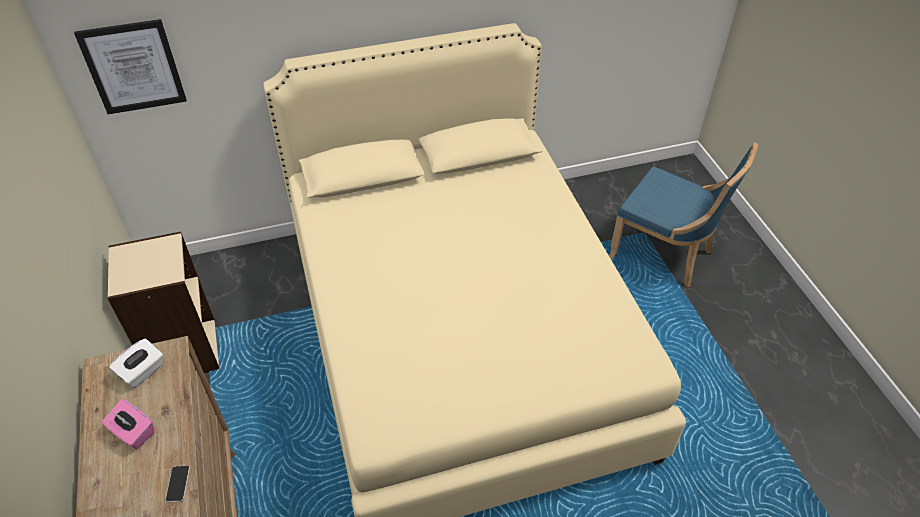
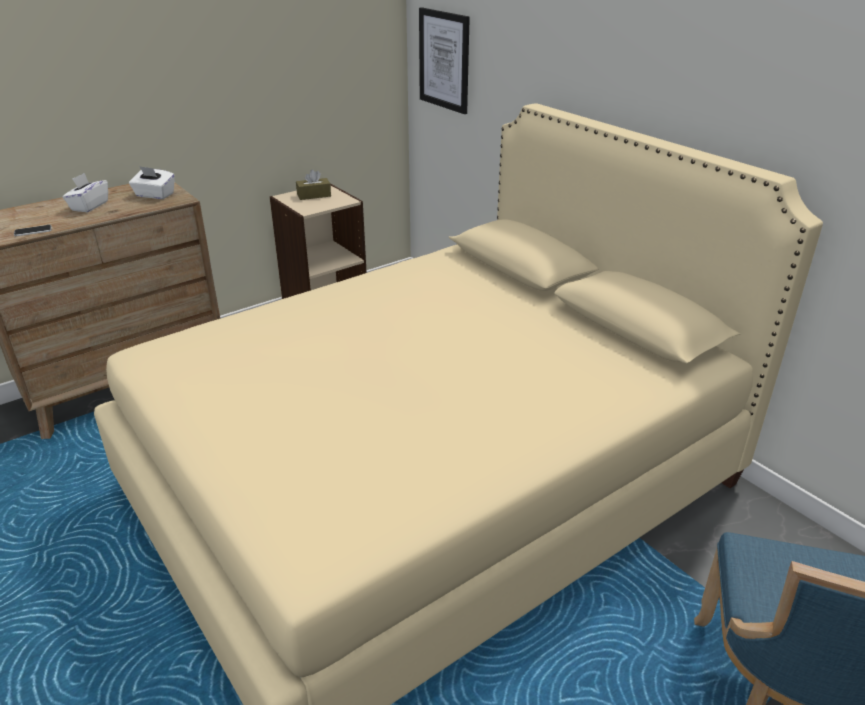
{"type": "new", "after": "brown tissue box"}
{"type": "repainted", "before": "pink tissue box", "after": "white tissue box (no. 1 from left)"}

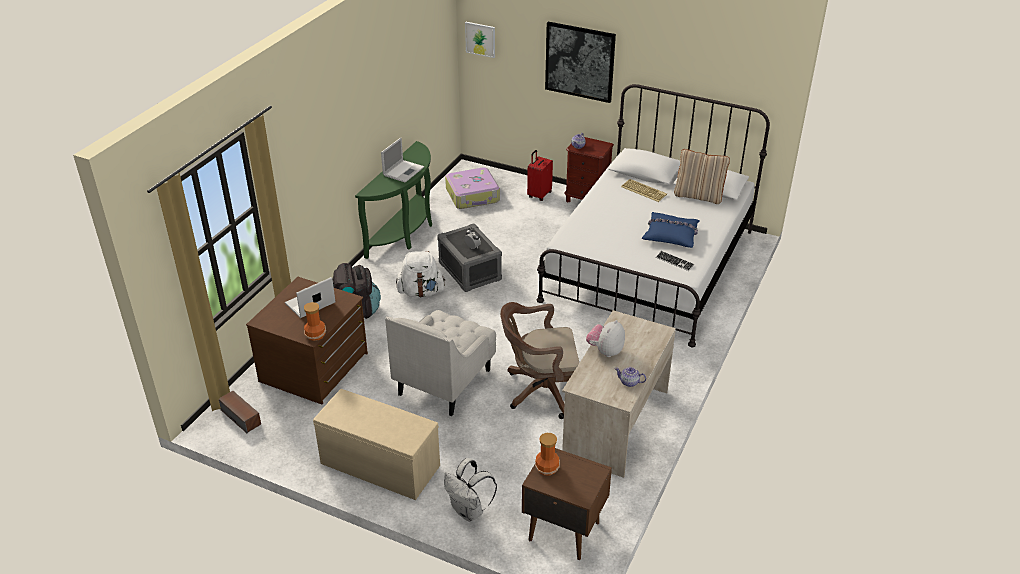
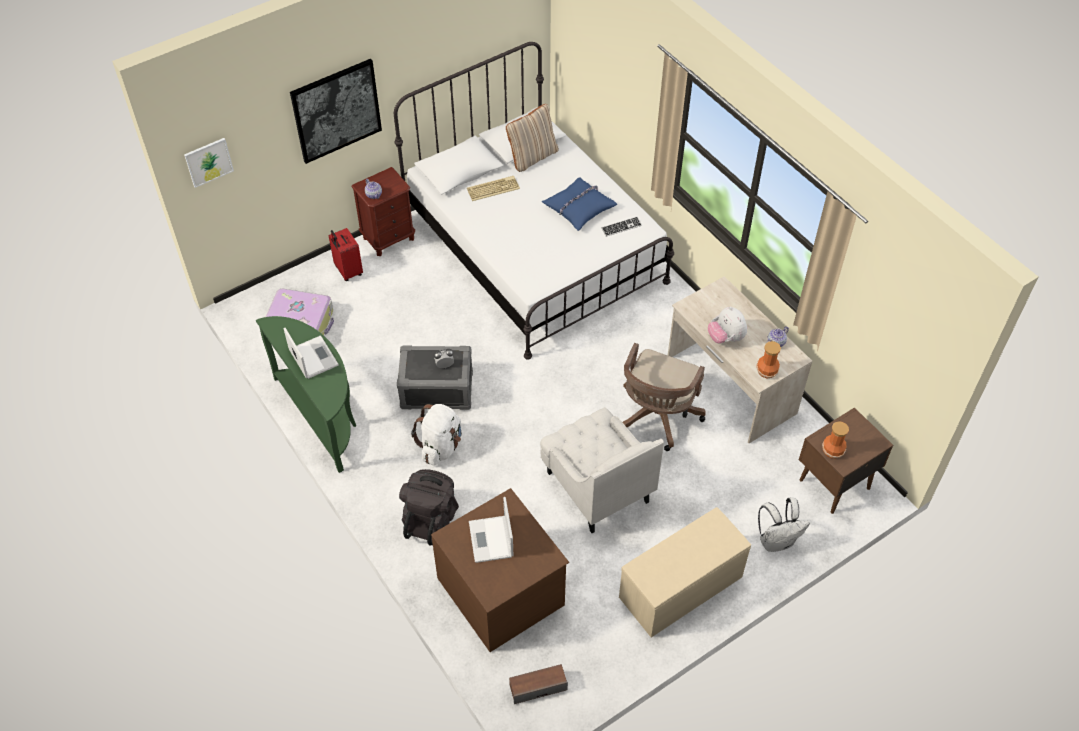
{"type": "shifted", "before": "vase (no. 1 from left)"}

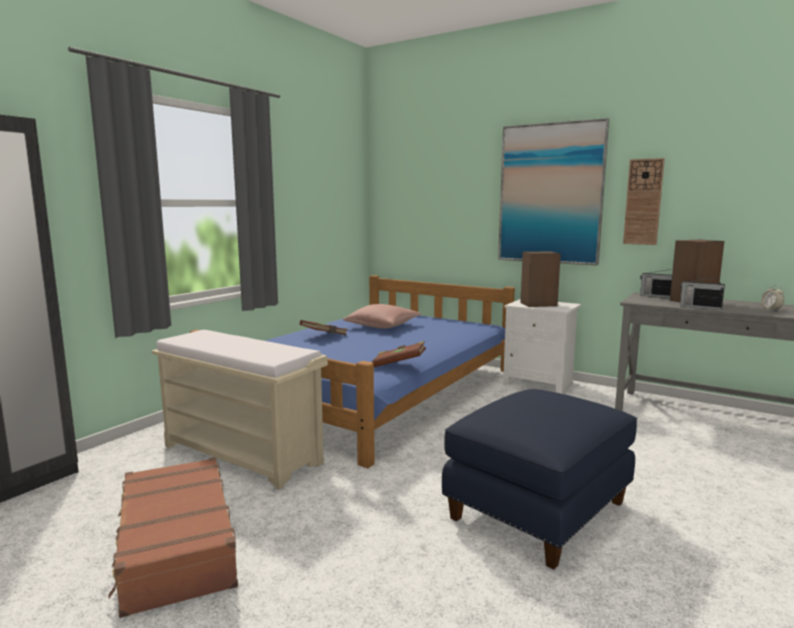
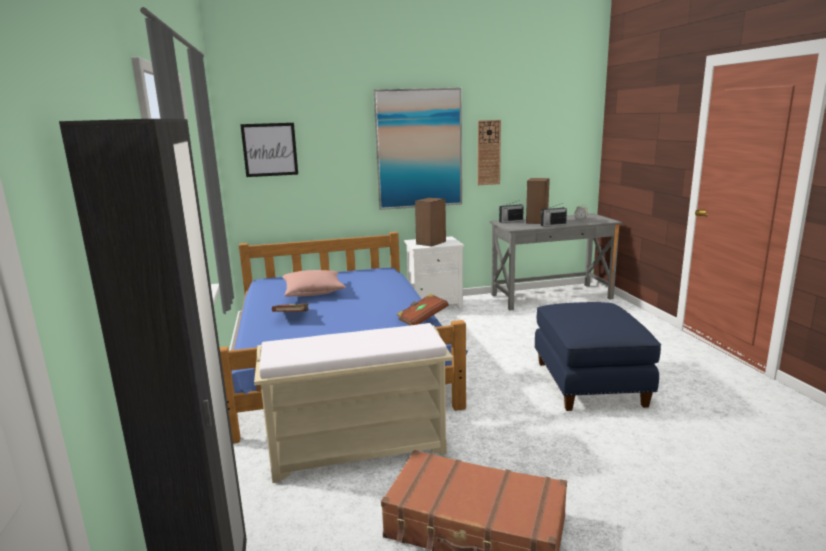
{"type": "new", "after": "picture (no. 1 from left)"}

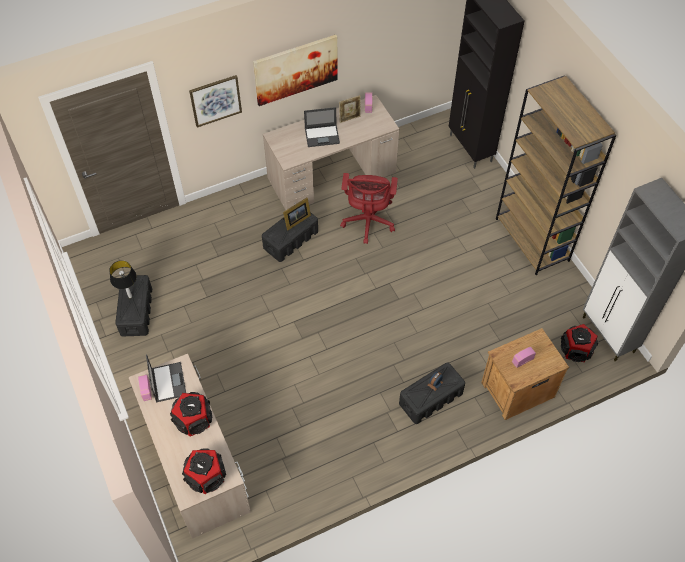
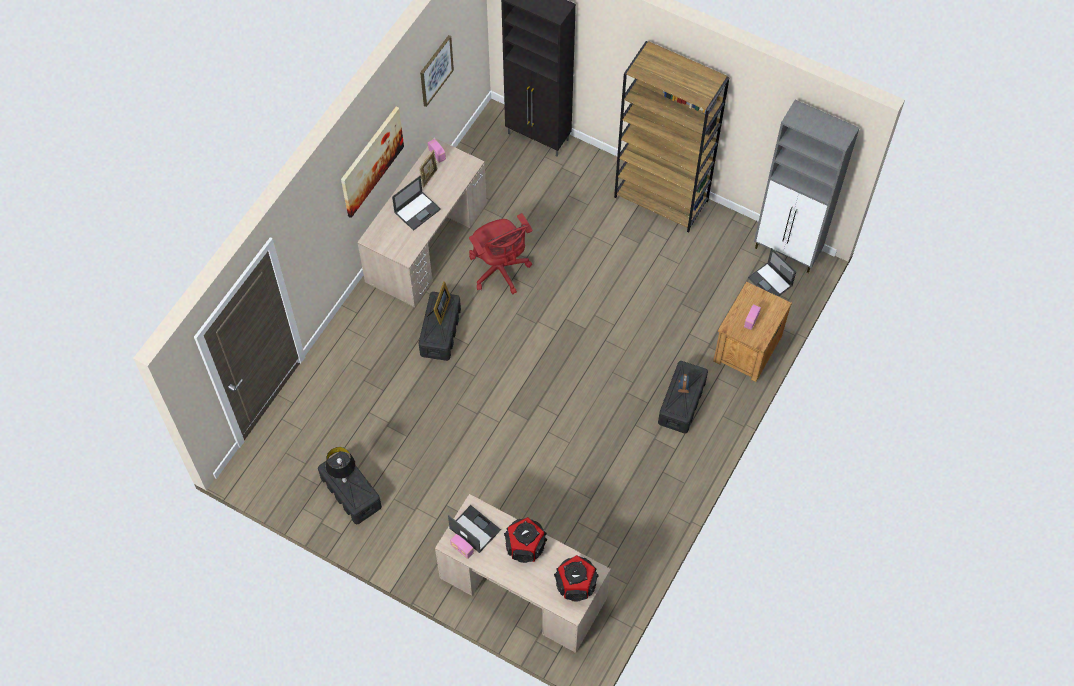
{"type": "shifted", "before": "picture (no. 1 from left in the first image)", "after": "picture (no. 2 from left)"}
{"type": "swapped", "before": "speaker (no. 3 from left)", "after": "laptop (no. 3 from left)"}

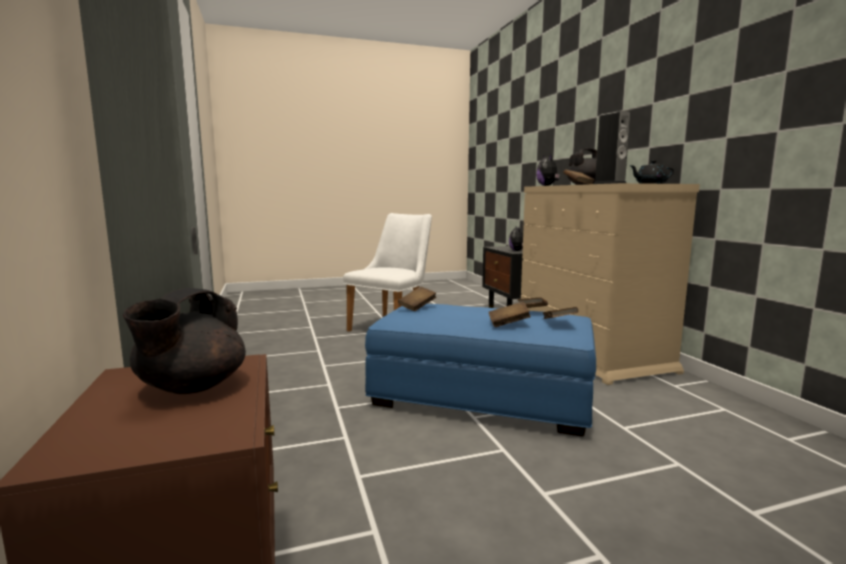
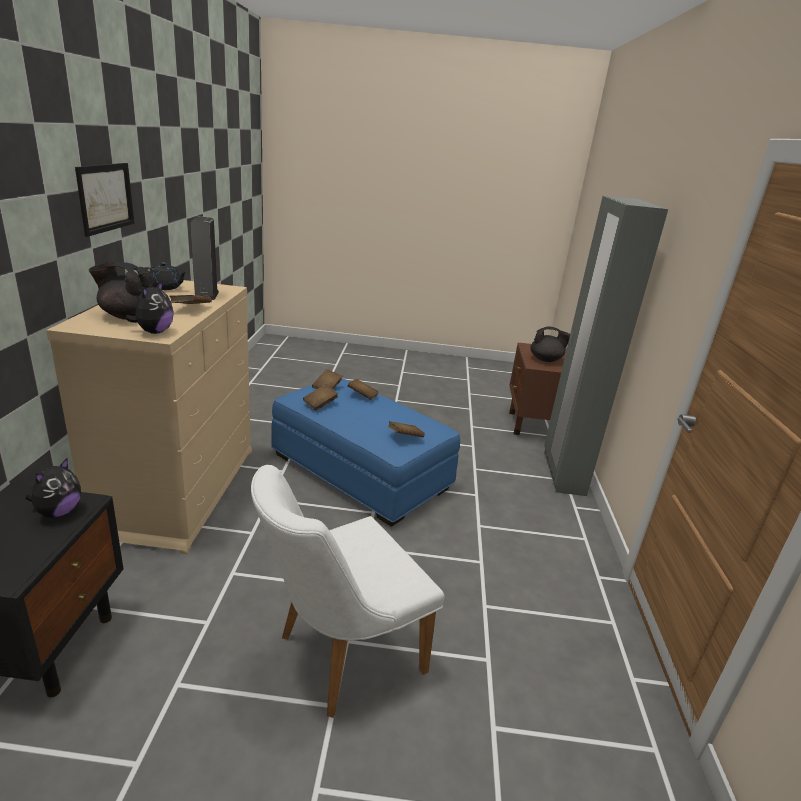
{"type": "new", "after": "picture"}
{"type": "rotated", "before": "black teapot (no. 1 from left in the first image)", "turn": 60}

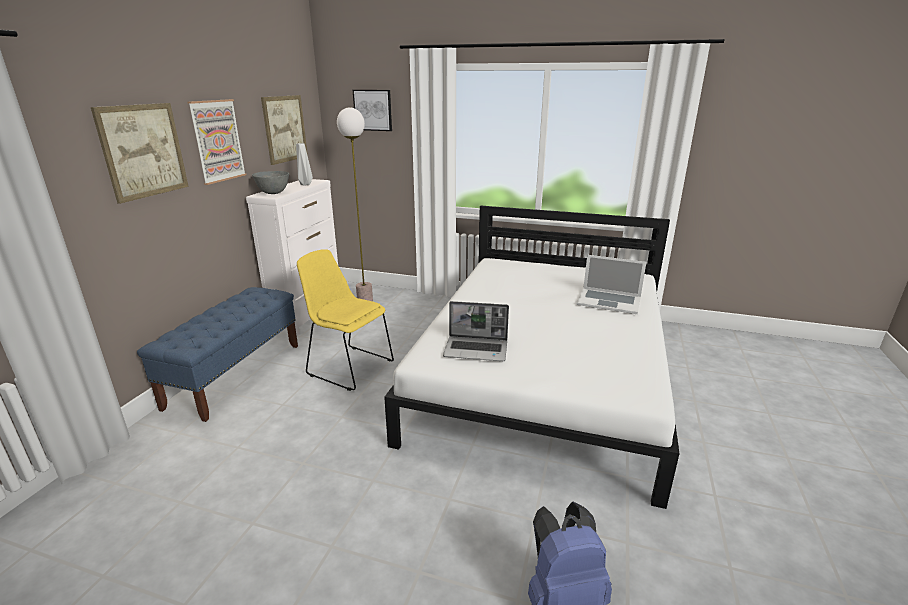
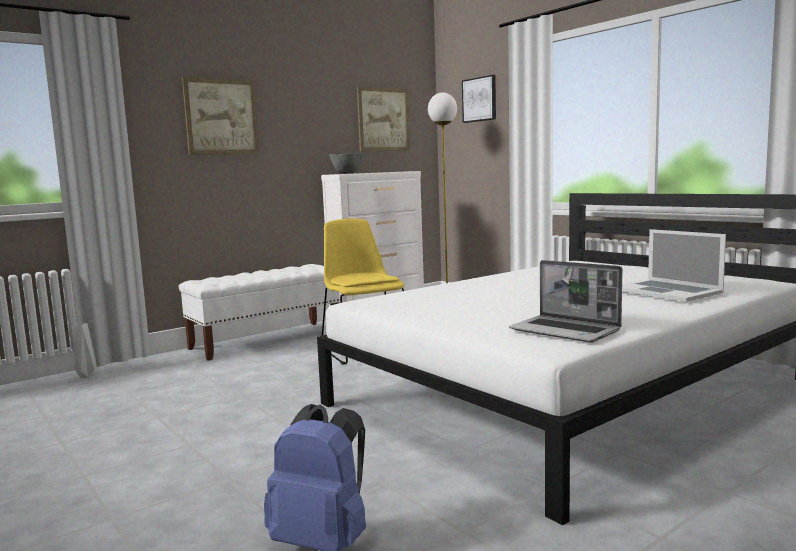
{"type": "gone", "before": "picture (no. 2 from left)"}
{"type": "shifted", "before": "grey vase"}
{"type": "shifted", "before": "laptop (no. 1 from left)"}
{"type": "repainted", "before": "blue bench", "after": "white bench"}

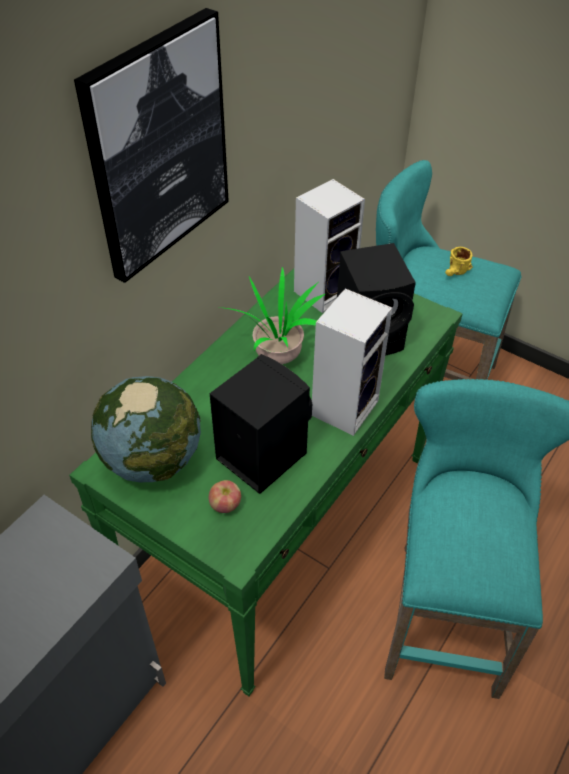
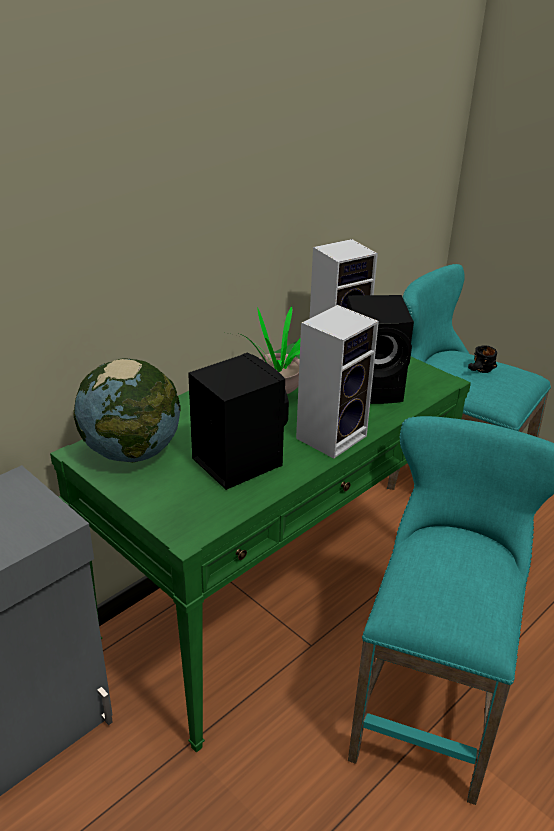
{"type": "gone", "before": "picture"}
{"type": "gone", "before": "apple"}
{"type": "repainted", "before": "yellow mug", "after": "black mug"}

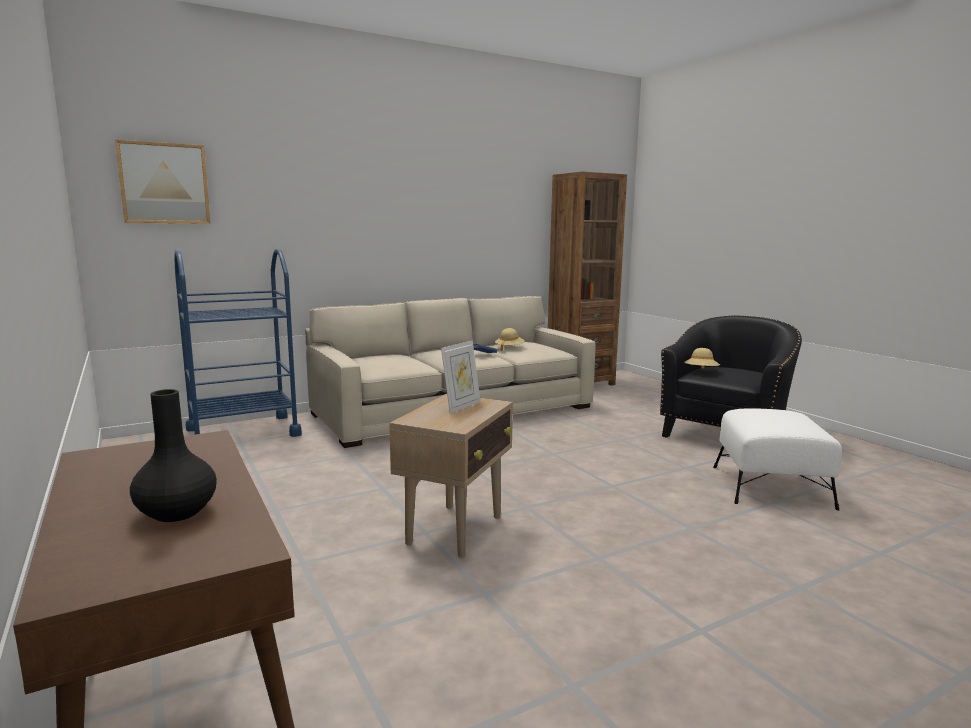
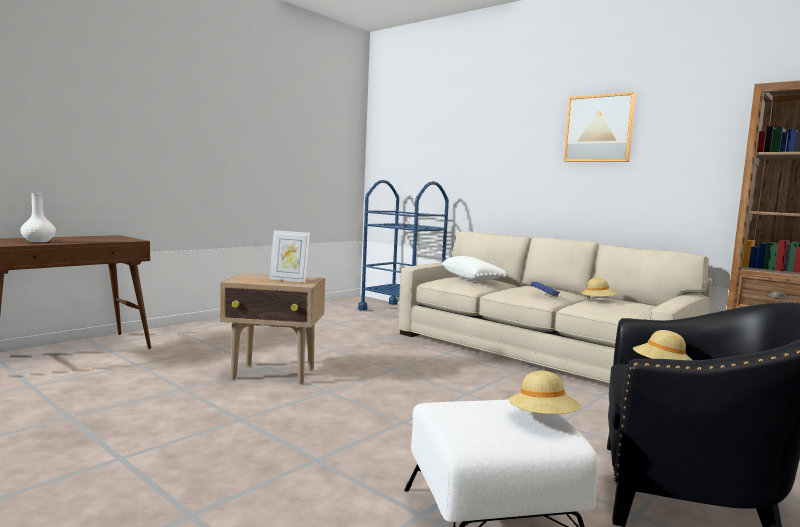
{"type": "new", "after": "white pillow"}
{"type": "new", "after": "beige hat (no. 1 from left)"}
{"type": "shifted", "before": "picture"}
{"type": "repainted", "before": "black vase", "after": "white vase"}

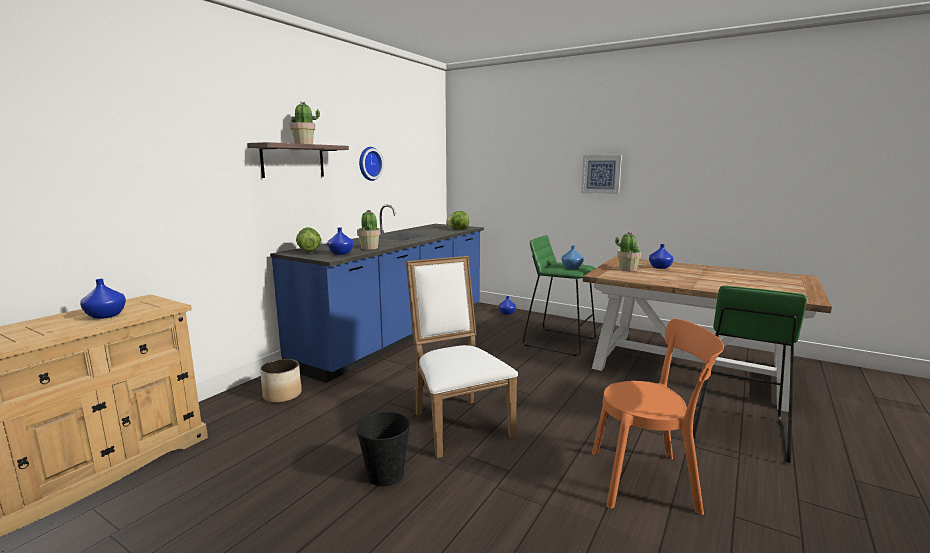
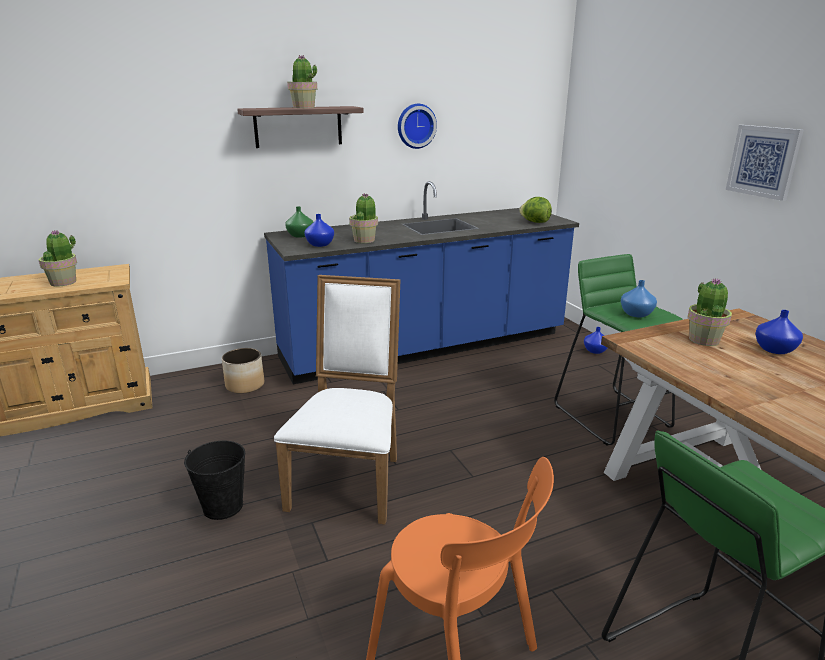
{"type": "swapped", "before": "blue vase (no. 1 from left)", "after": "potted plant (no. 1 from left)"}
{"type": "swapped", "before": "lettuce (no. 1 from left)", "after": "green vase"}

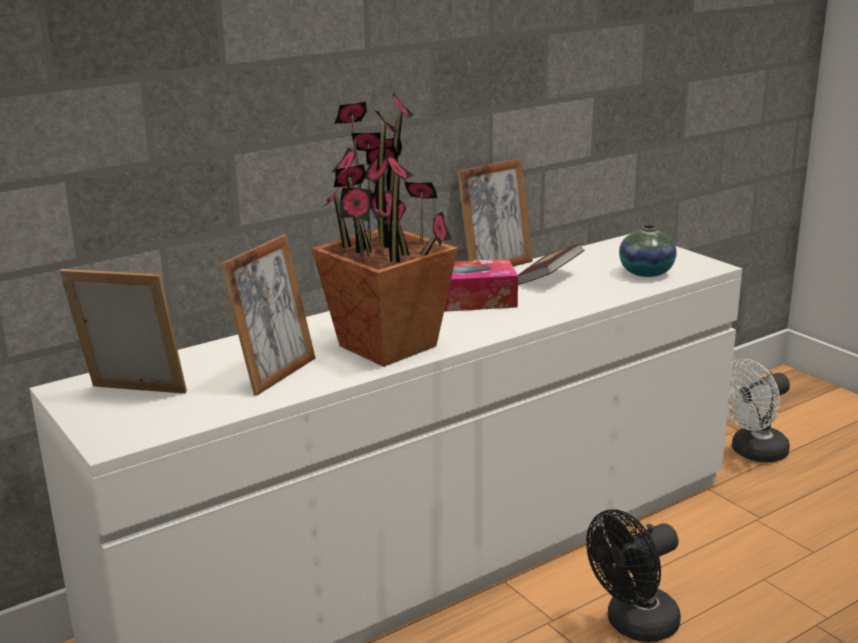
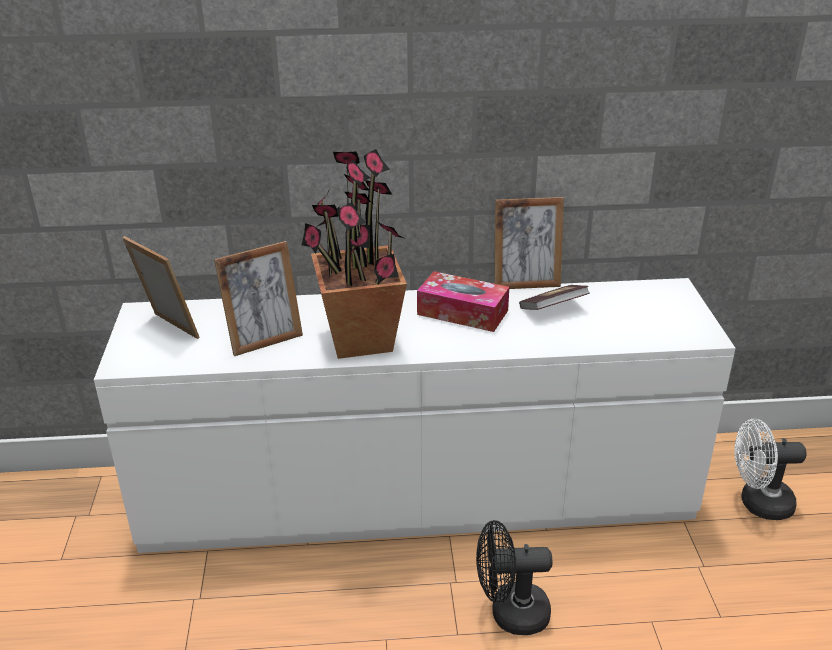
{"type": "gone", "before": "vase"}

